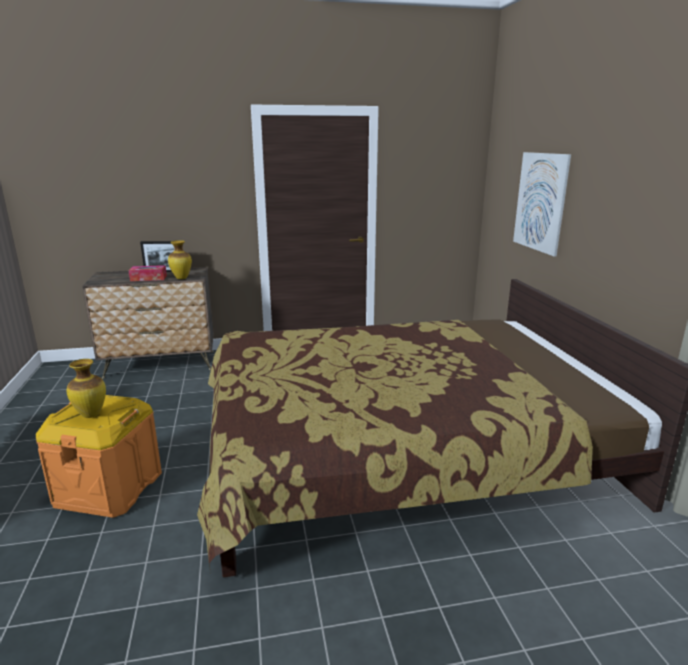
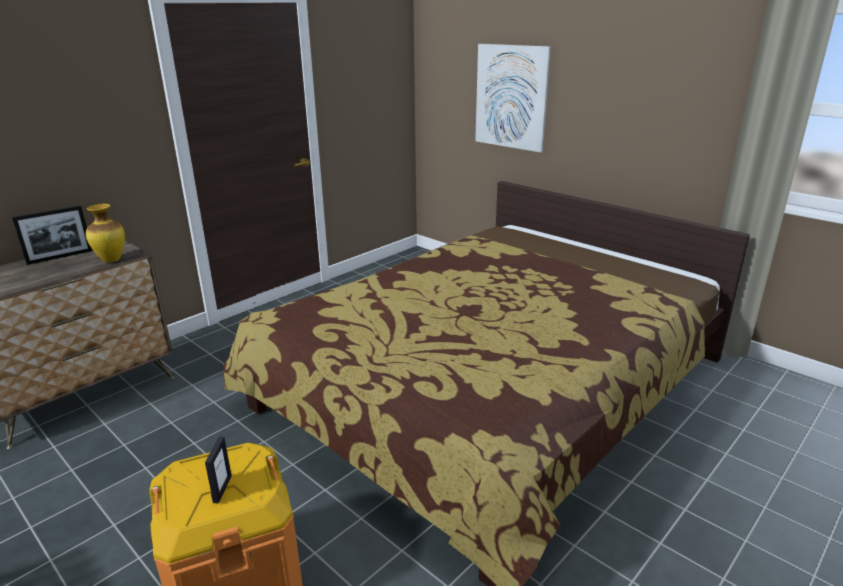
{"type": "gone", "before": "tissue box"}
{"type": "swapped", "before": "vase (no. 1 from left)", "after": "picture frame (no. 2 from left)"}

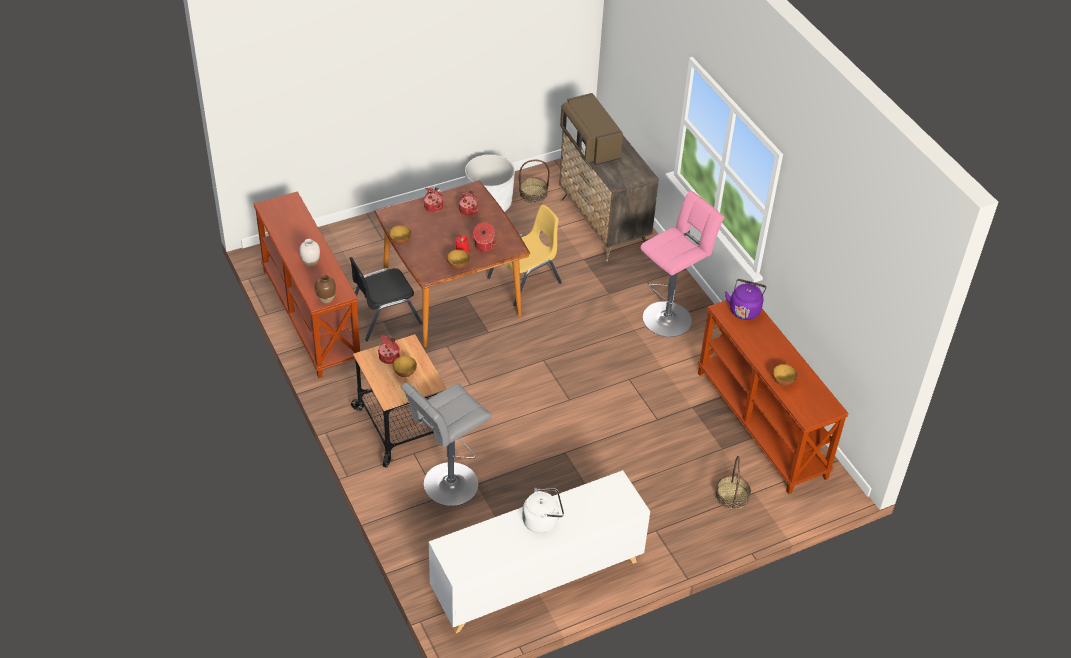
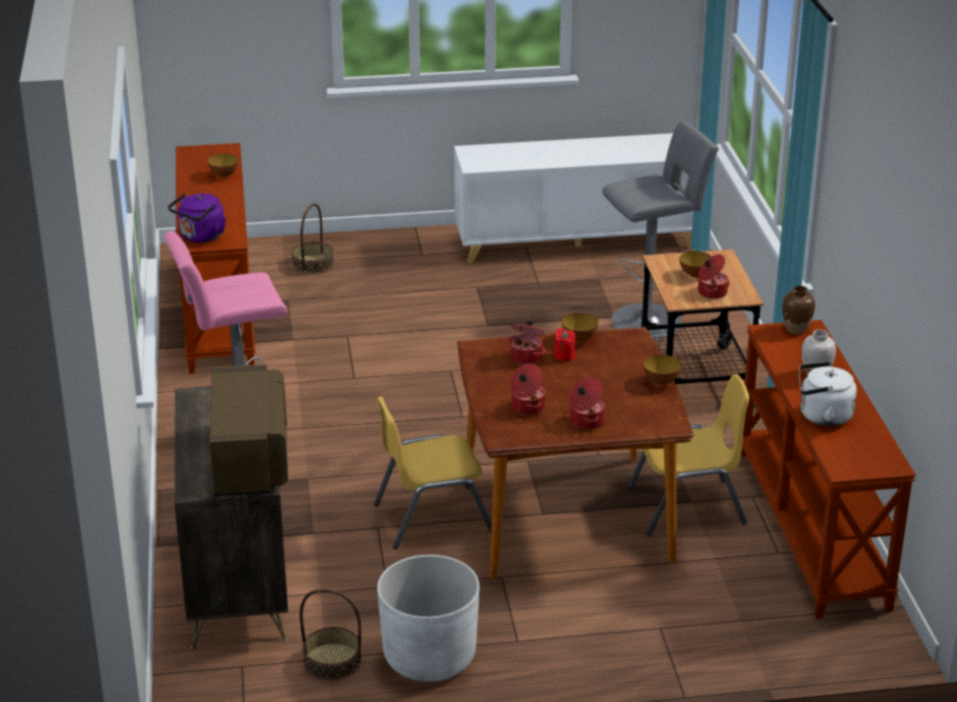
{"type": "shifted", "before": "white kettle"}
{"type": "repainted", "before": "black chair", "after": "yellow chair (no. 2 from left)"}

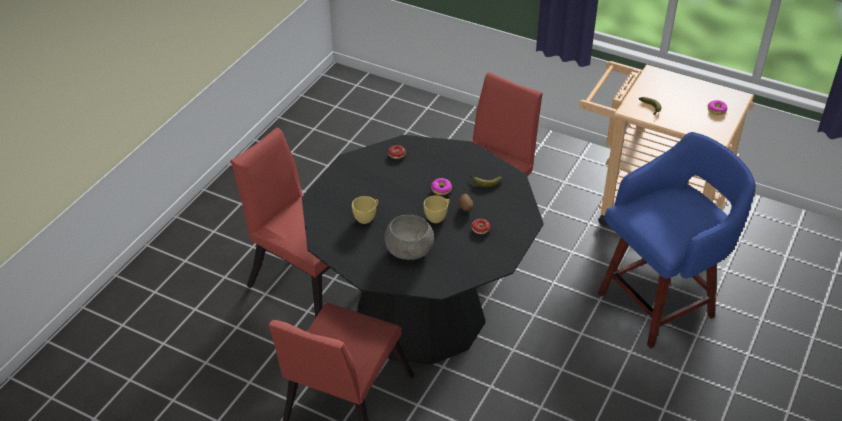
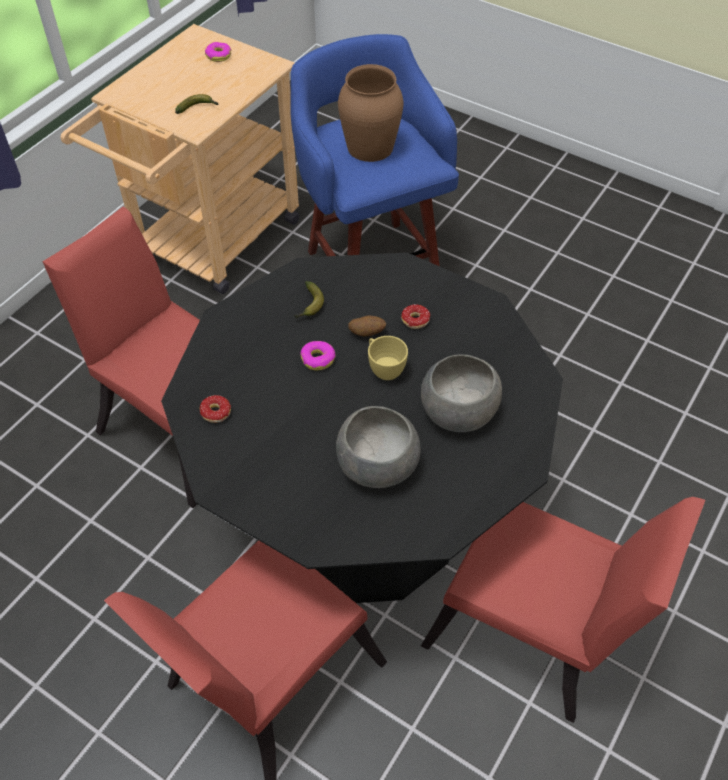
{"type": "new", "after": "brown vase"}
{"type": "swapped", "before": "yellow cup (no. 1 from left)", "after": "grey bowl (no. 1 from left)"}

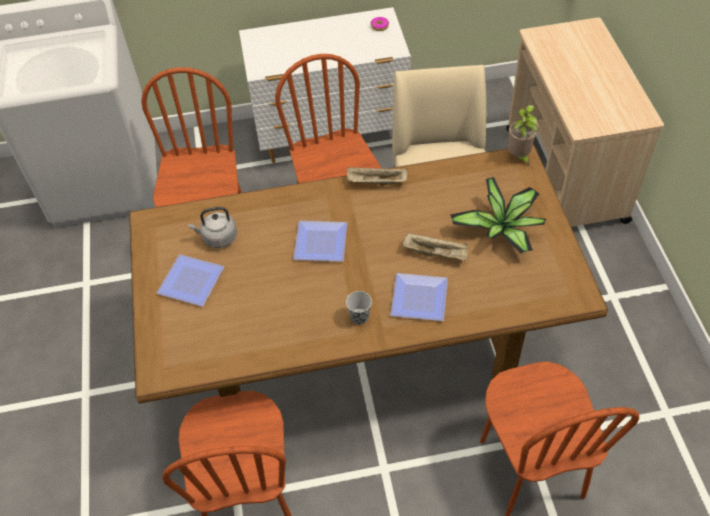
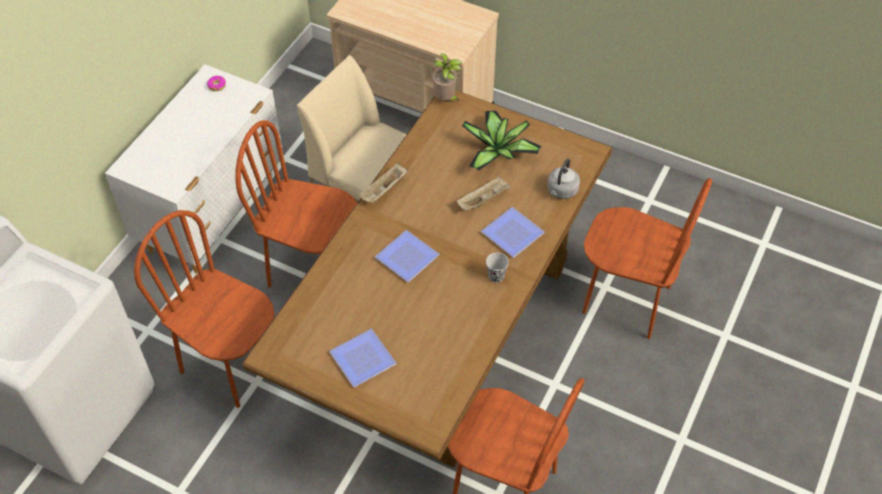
{"type": "shifted", "before": "grey kettle"}

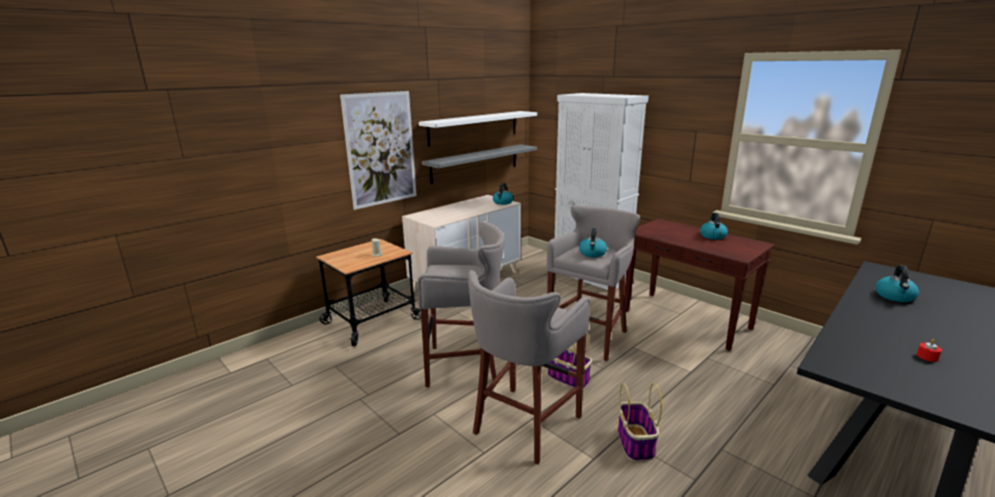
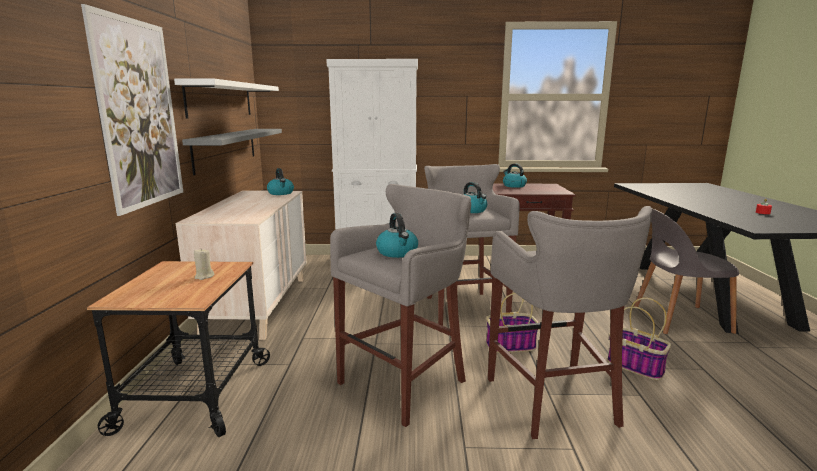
{"type": "new", "after": "grey chair"}
{"type": "shifted", "before": "kettle (no. 4 from left in the first image)", "after": "kettle (no. 2 from left)"}

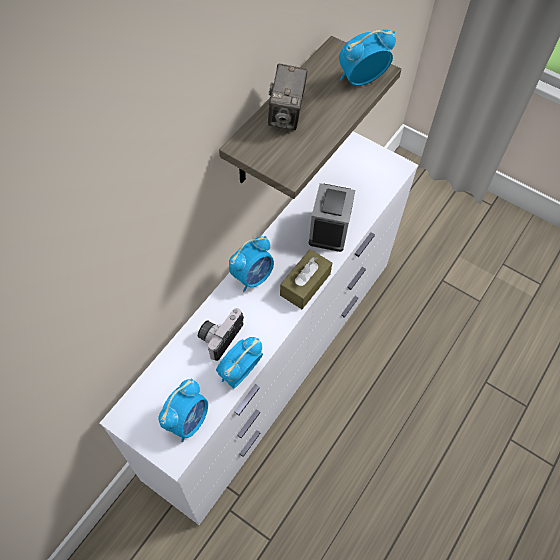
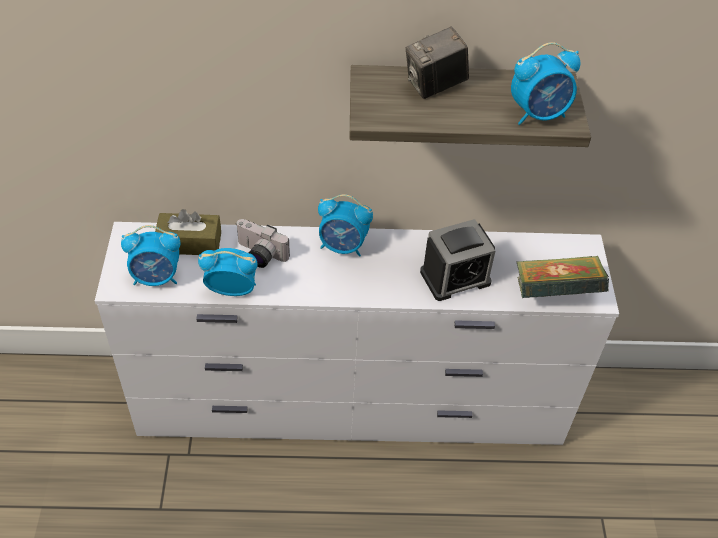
{"type": "new", "after": "book"}
{"type": "shifted", "before": "brown tissue box"}
{"type": "rotated", "before": "photo camera (no. 1 from left)", "turn": -150}
{"type": "rotated", "before": "alarm clock (no. 5 from left)", "turn": 135}

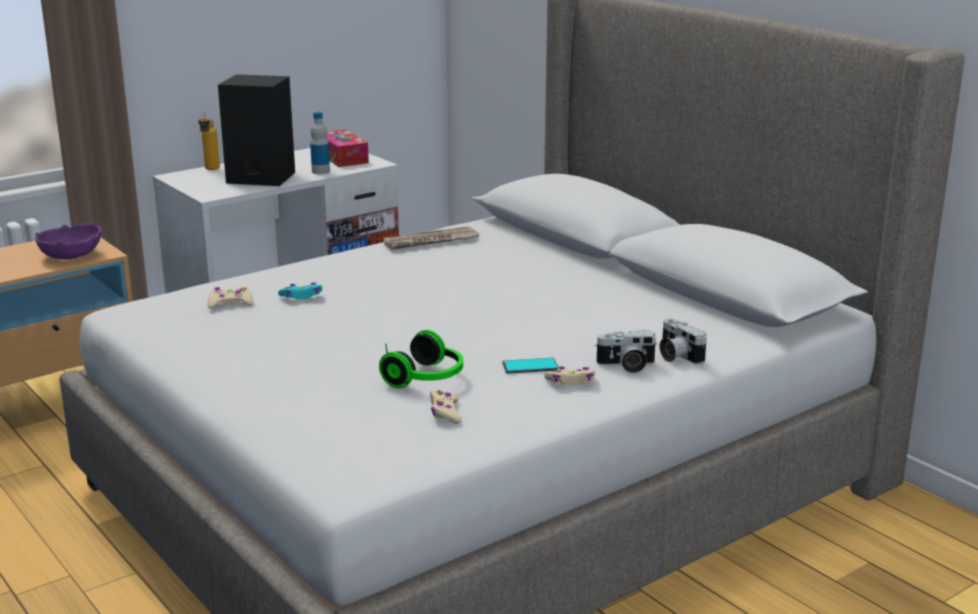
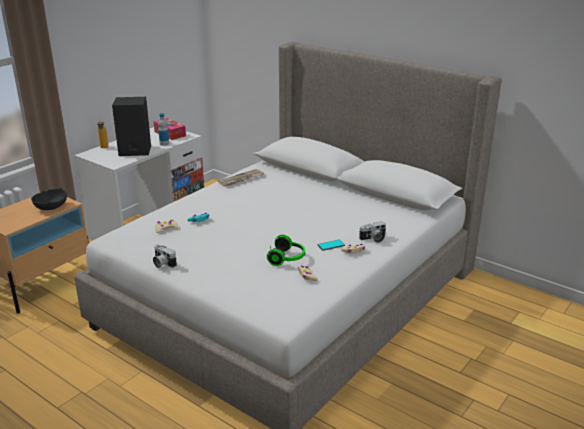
{"type": "shifted", "before": "photo camera (no. 2 from left in the first image)", "after": "photo camera (no. 1 from left)"}
{"type": "repainted", "before": "purple bowl", "after": "black bowl"}

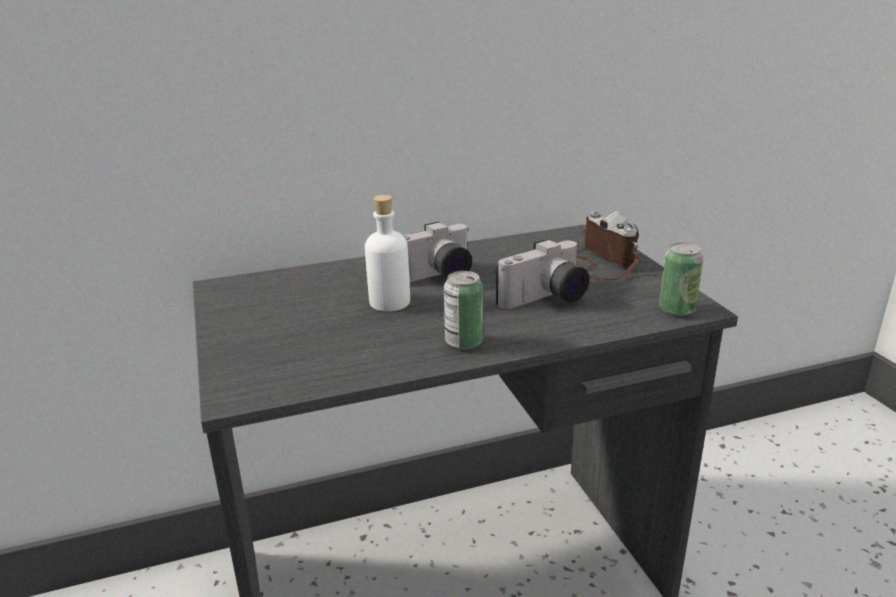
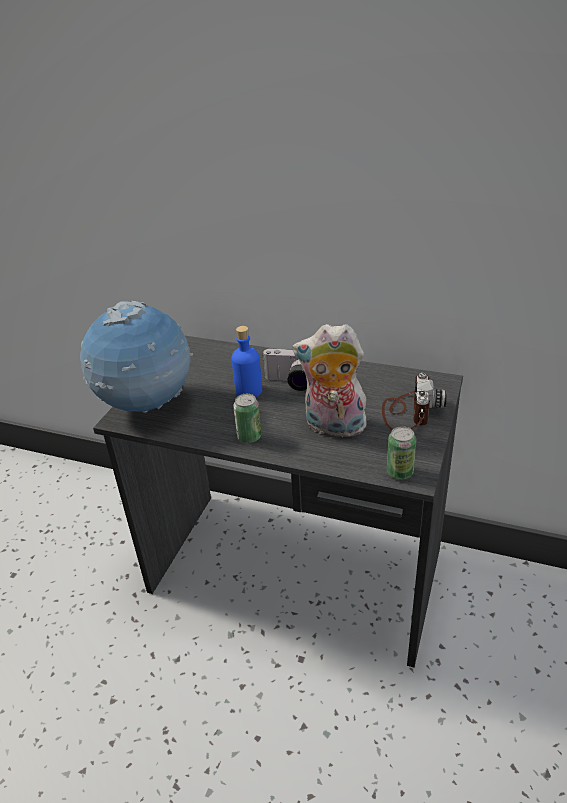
{"type": "new", "after": "globe"}
{"type": "swapped", "before": "photo camera (no. 2 from left)", "after": "plush toy"}
{"type": "repainted", "before": "white bottle", "after": "blue bottle"}

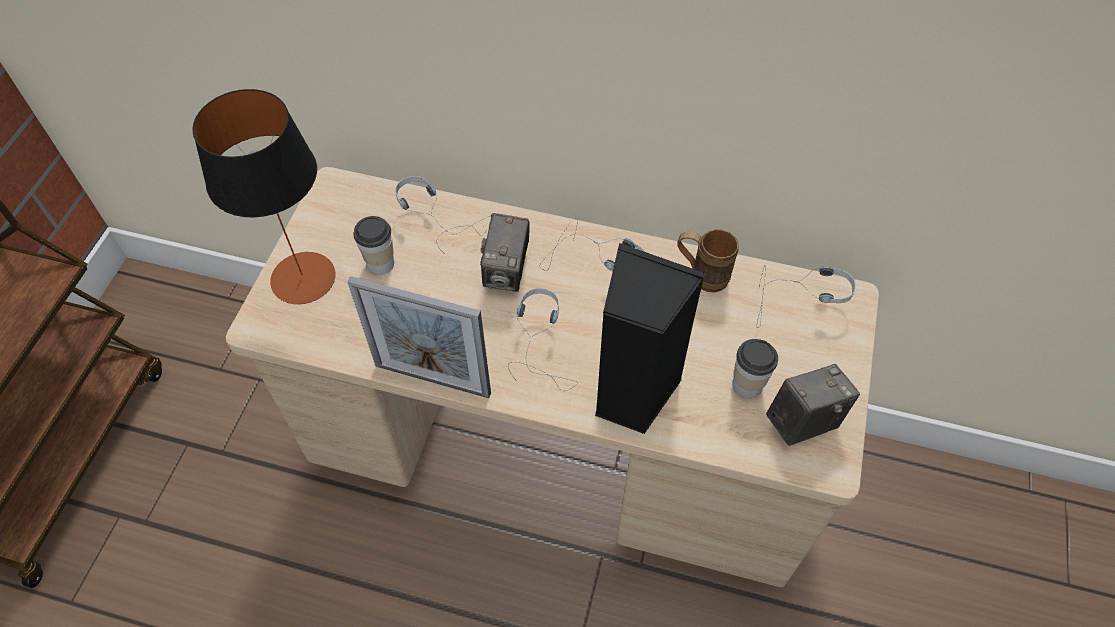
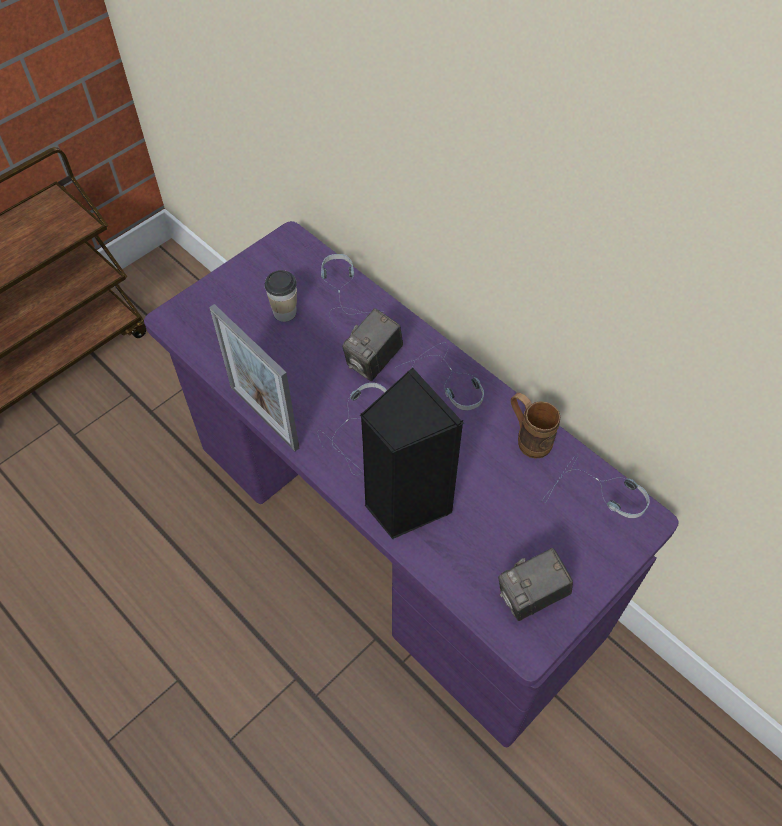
{"type": "gone", "before": "table lamp"}
{"type": "gone", "before": "cup (no. 2 from left)"}
{"type": "repainted", "before": "beige desk", "after": "purple desk"}
{"type": "rotated", "before": "photo camera (no. 2 from left)", "turn": 150}

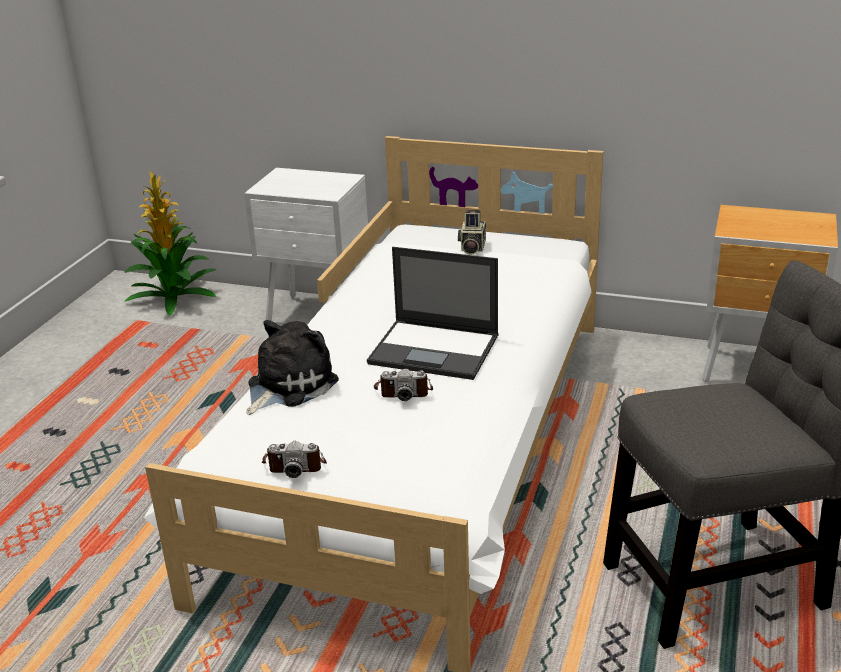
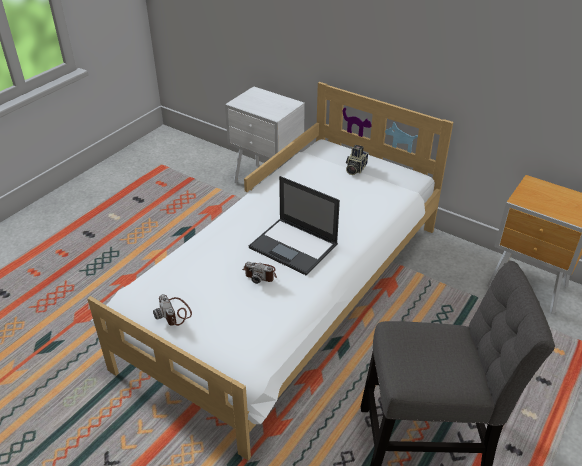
{"type": "gone", "before": "potted plant"}
{"type": "gone", "before": "plush toy"}
{"type": "rotated", "before": "photo camera (no. 1 from left)", "turn": 45}

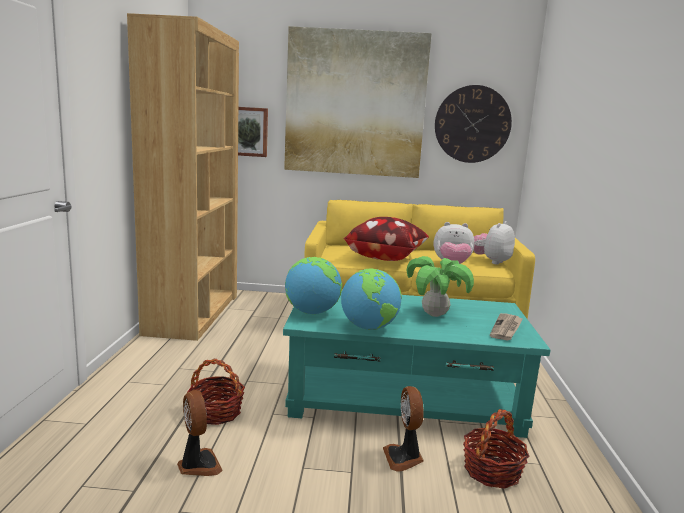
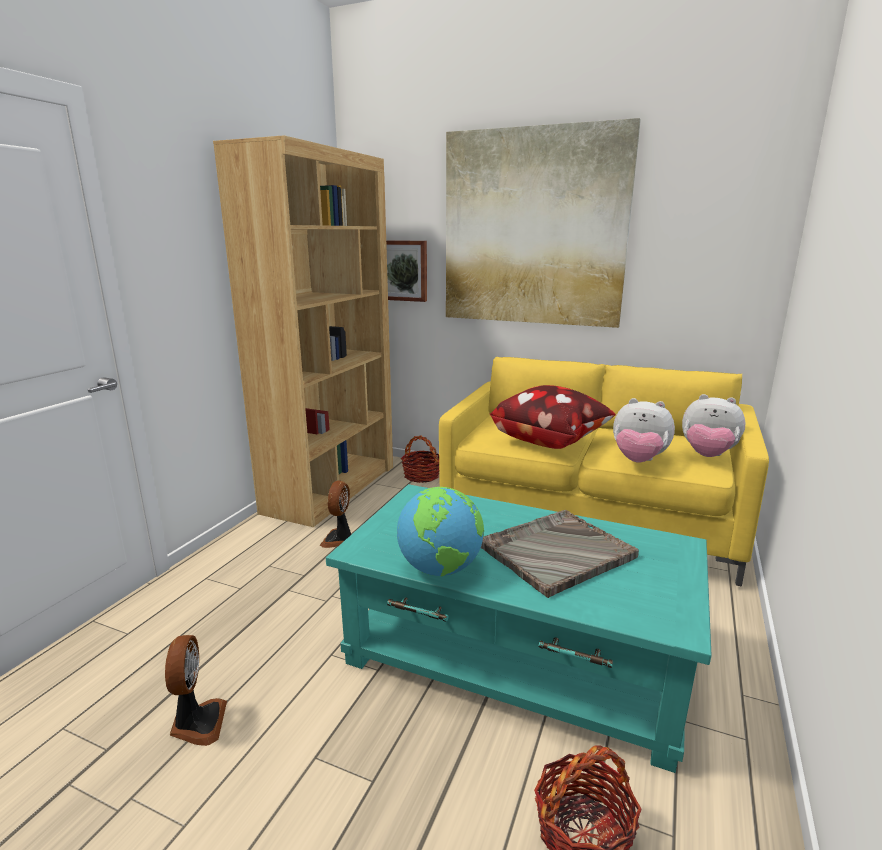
{"type": "gone", "before": "globe (no. 1 from left)"}
{"type": "gone", "before": "wall clock"}
{"type": "gone", "before": "newspaper"}
{"type": "shifted", "before": "basket (no. 1 from left)"}
{"type": "shifted", "before": "fan (no. 2 from left)"}
{"type": "swapped", "before": "potted plant", "after": "grey tray"}
{"type": "rotated", "before": "plush toy (no. 2 from left)", "turn": -120}

